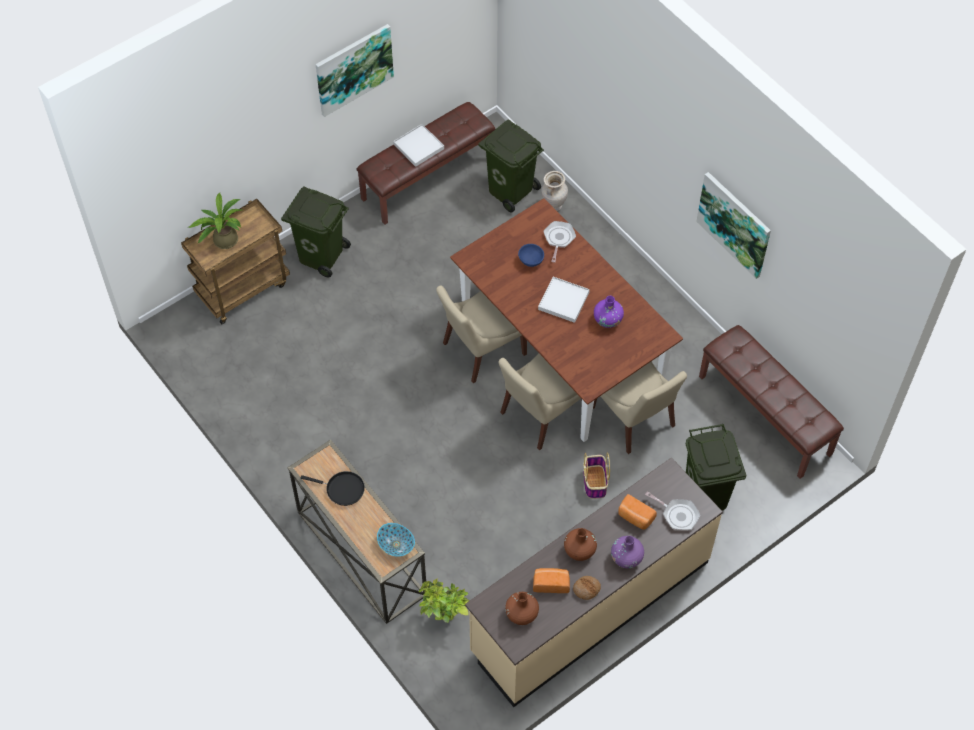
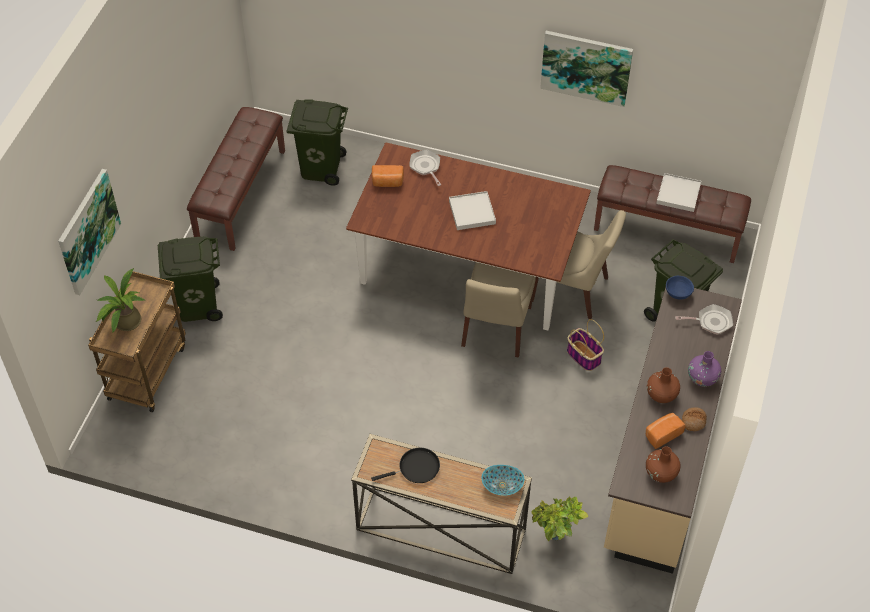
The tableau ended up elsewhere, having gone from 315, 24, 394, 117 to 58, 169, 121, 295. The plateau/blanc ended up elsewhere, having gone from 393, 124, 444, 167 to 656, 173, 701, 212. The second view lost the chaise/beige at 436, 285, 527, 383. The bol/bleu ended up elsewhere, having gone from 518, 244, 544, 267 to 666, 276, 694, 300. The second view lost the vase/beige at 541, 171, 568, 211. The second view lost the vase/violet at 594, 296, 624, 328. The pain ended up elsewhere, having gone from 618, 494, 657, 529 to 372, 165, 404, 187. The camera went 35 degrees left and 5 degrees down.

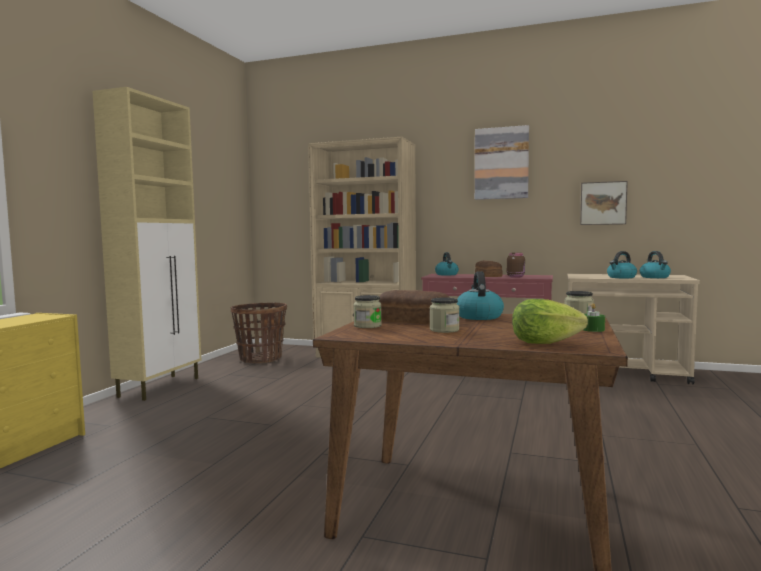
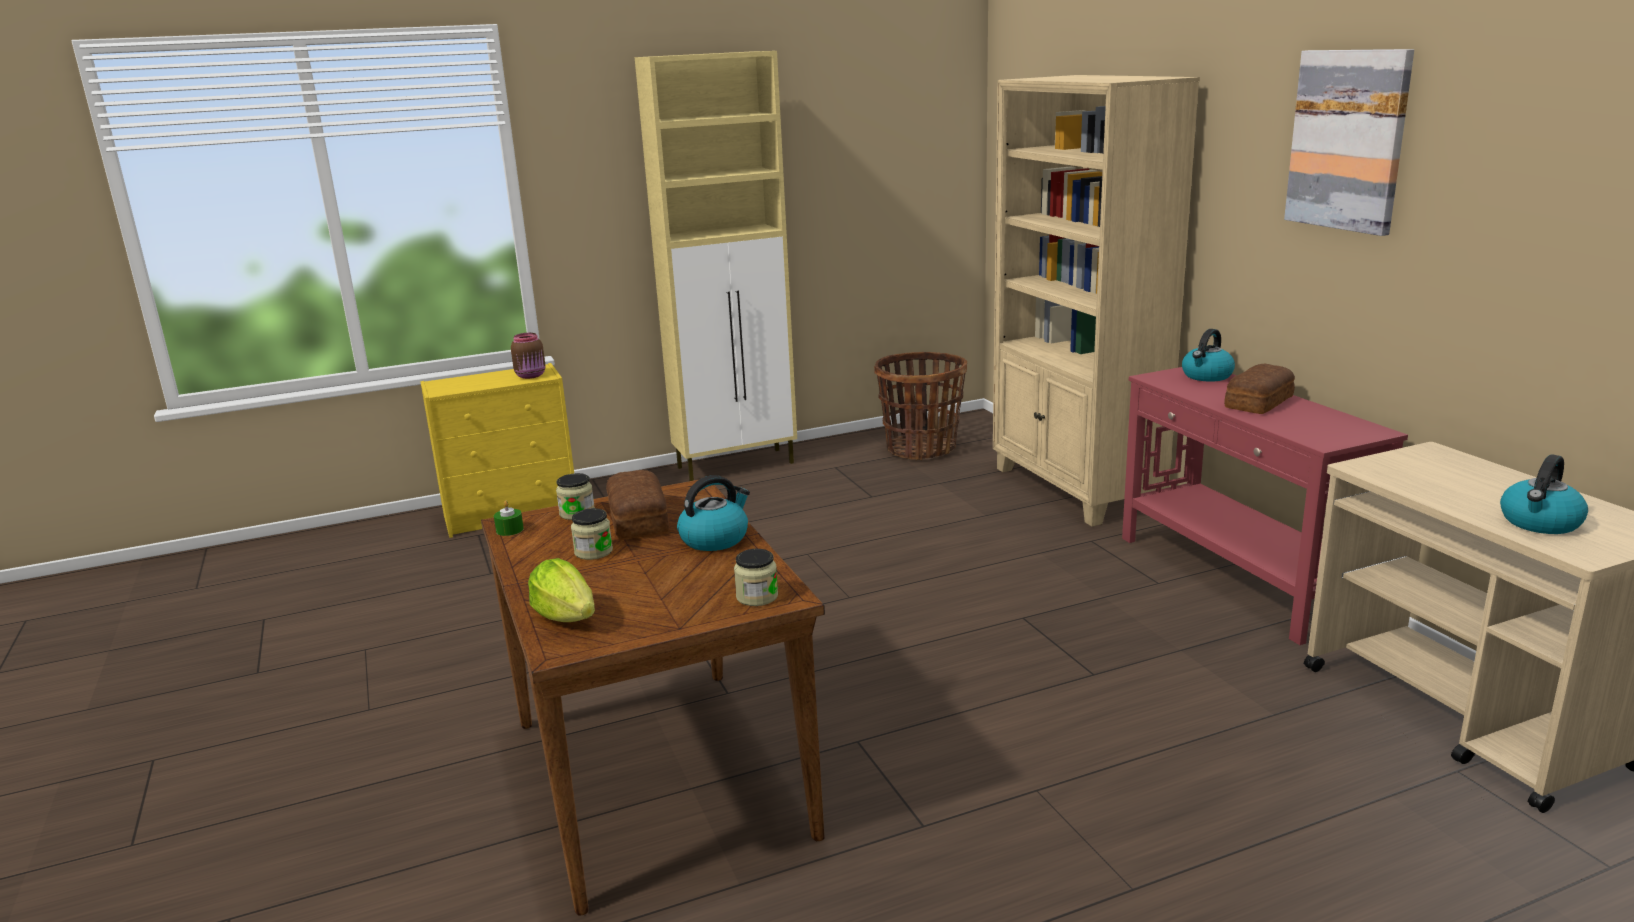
The bocal/marron ended up elsewhere, having gone from 507, 253, 525, 278 to 511, 333, 545, 379. The second view lost the tableau at 580, 181, 628, 225. The bougie/vert ended up elsewhere, having gone from 584, 303, 605, 332 to 494, 500, 524, 536. The second view lost the bouilloire at 607, 251, 637, 278. The camera went 50 degrees right and 15 degrees up.

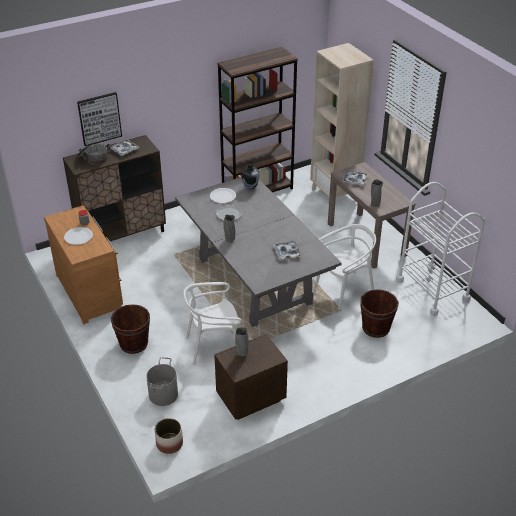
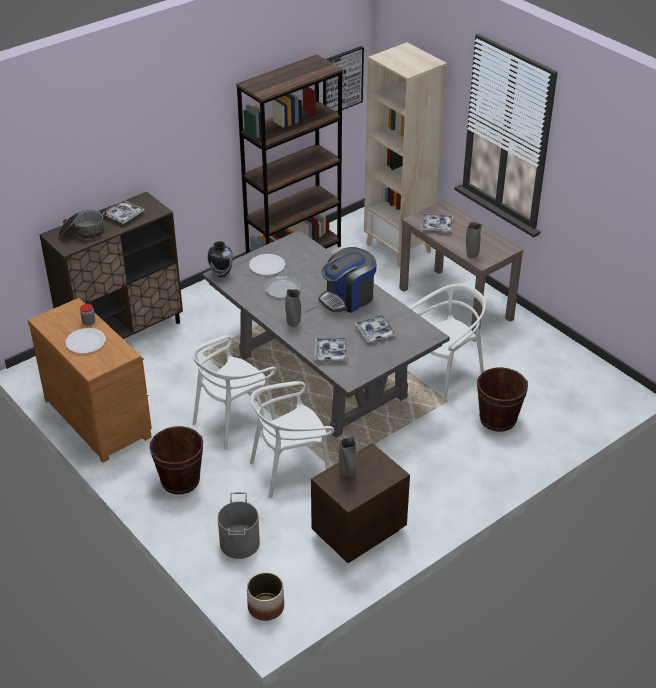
The tableau ended up elsewhere, having gone from 77, 92, 122, 146 to 323, 46, 364, 112. The vase ended up elsewhere, having gone from 242, 164, 259, 190 to 208, 241, 233, 277. The second view lost the chariot/blanc at 396, 182, 485, 316. The second view gained the chaise/blanc at 192, 335, 277, 450. The second view gained the plateau at 314, 338, 348, 362. The second view gained the machine à café at 318, 247, 377, 313. The camera went 10 degrees left and 0 degrees up.

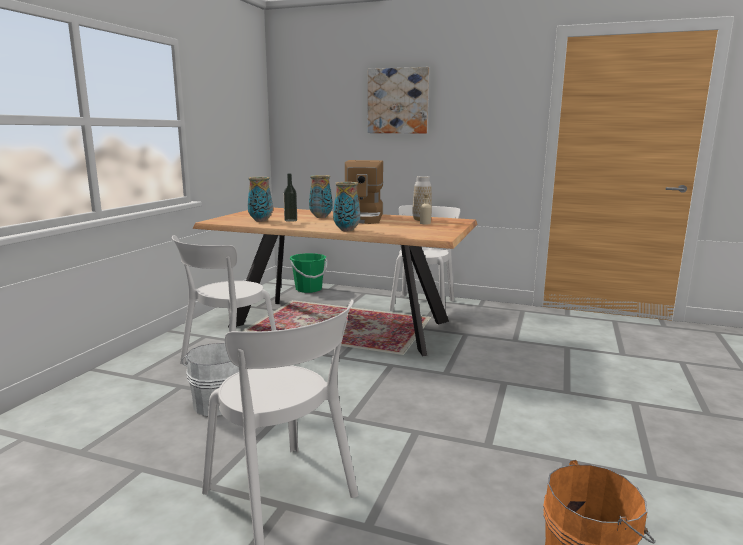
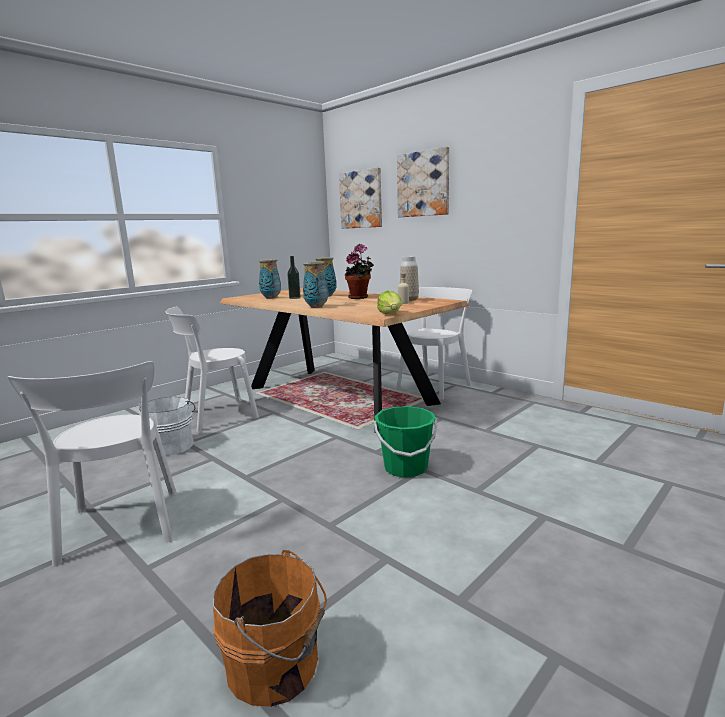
The seau/vert ended up elsewhere, having gone from 290, 253, 327, 293 to 374, 406, 438, 478. Where the machine à café stood at 345, 160, 383, 224, the plante en pot came to stand at 345, 244, 374, 299. The second view gained the tableau at 339, 168, 382, 229. The second view gained the laitue at 377, 291, 402, 314. The camera went 25 degrees right and 0 degrees up.

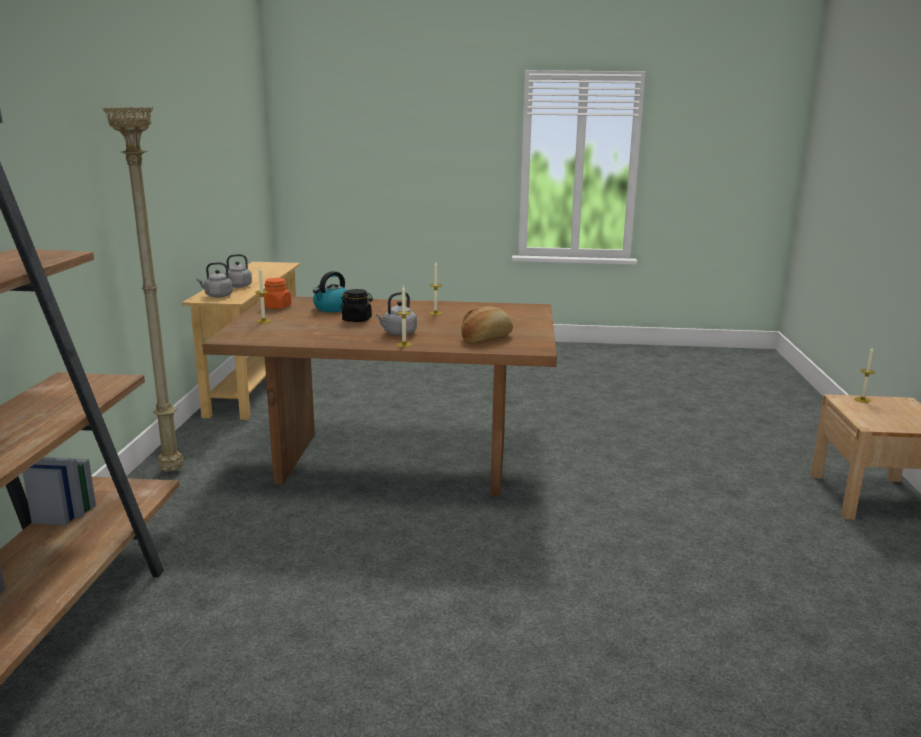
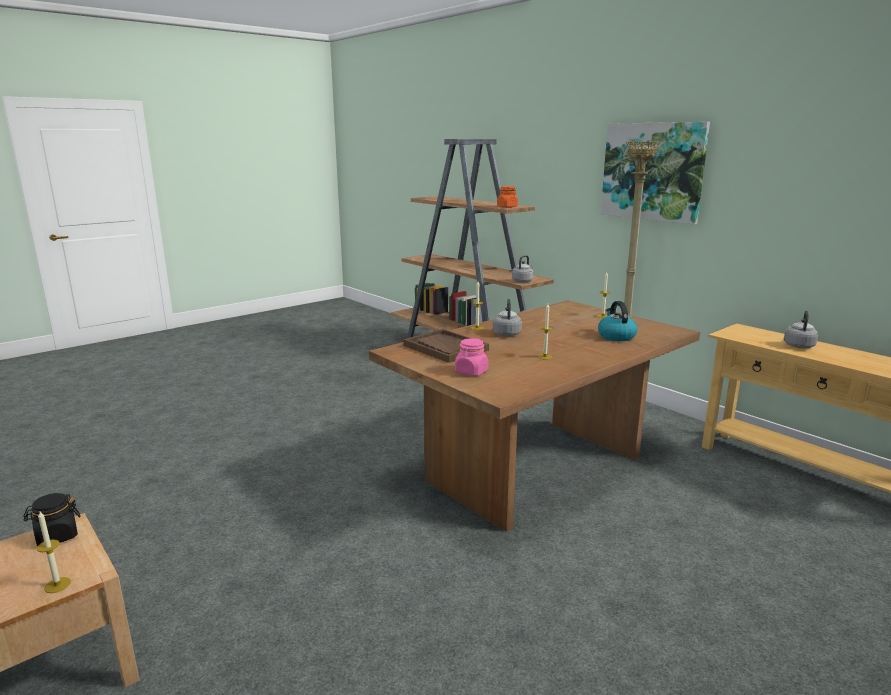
The bouilloire/gris ended up elsewhere, having gone from 196, 262, 233, 298 to 512, 255, 534, 283. The bocal/orange ended up elsewhere, having gone from 264, 278, 291, 309 to 497, 186, 518, 208. The bocal/noir ended up elsewhere, having gone from 341, 289, 373, 322 to 23, 493, 80, 546. Where the pain stood at 461, 306, 513, 343, the plateau/marron came to stand at 403, 329, 489, 363. The second view gained the bocal/rose at 455, 338, 488, 376. The second view gained the tableau at 601, 122, 710, 224. The camera went 135 degrees right and 0 degrees up.

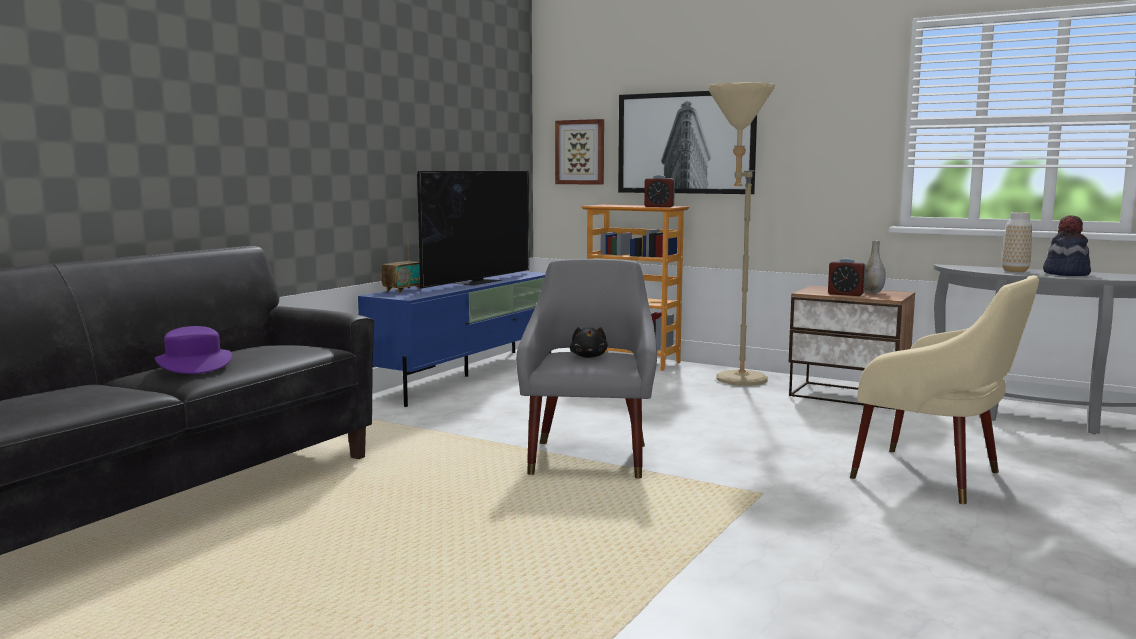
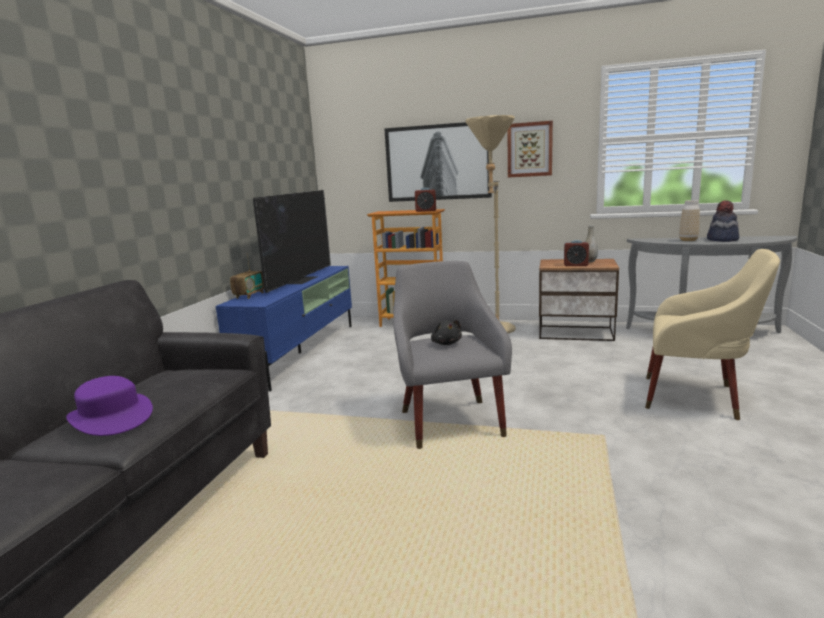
The tableau ended up elsewhere, having gone from 555, 119, 604, 185 to 508, 121, 553, 178. The camera went 15 degrees left and 5 degrees up.

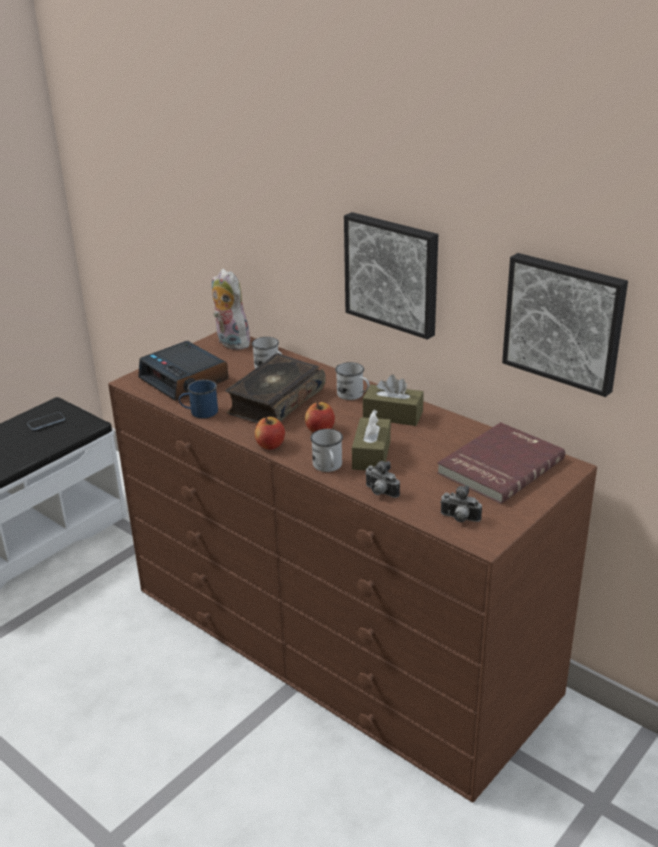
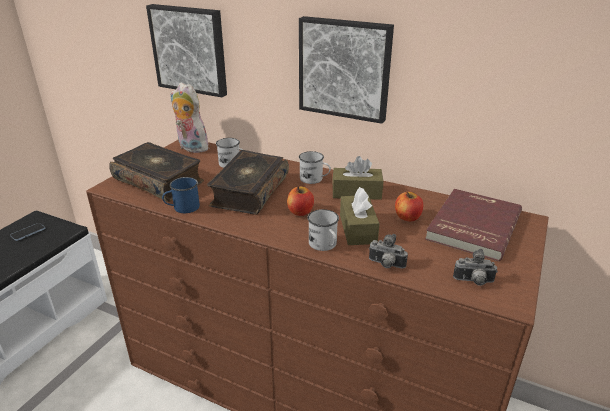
Where the réveil stood at 138, 341, 228, 401, the livre came to stand at 109, 142, 204, 202. The pomme ended up elsewhere, having gone from 255, 417, 285, 450 to 395, 192, 423, 221. The tableau ended up elsewhere, having gone from 502, 253, 628, 397 to 146, 4, 227, 97. The camera went 15 degrees left and 0 degrees up.

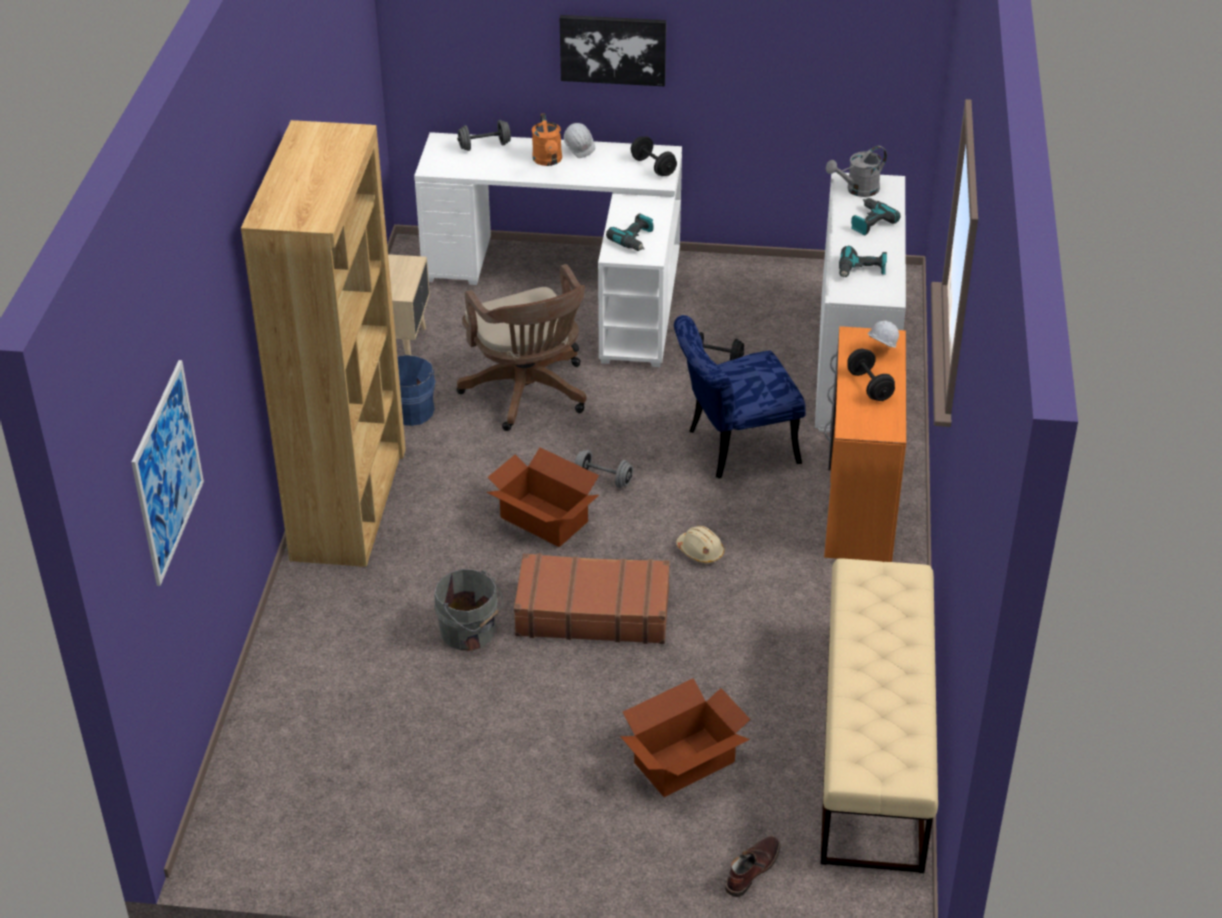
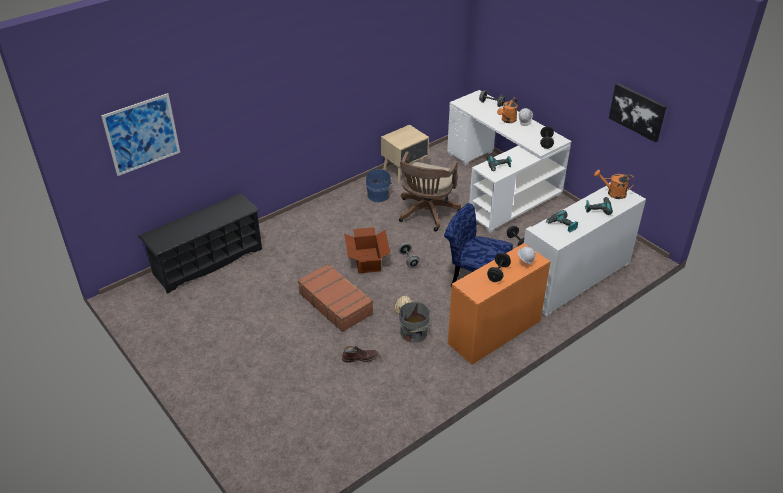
The second view lost the bibliothèque/marron at 241, 120, 406, 567. The seau/gris ended up elsewhere, having gone from 434, 569, 503, 651 to 398, 302, 432, 343. The tableau ended up elsewhere, having gone from 560, 15, 666, 86 to 609, 83, 667, 142. The second view lost the carton at 620, 678, 750, 797. The botte/marron ended up elsewhere, having gone from 725, 836, 780, 897 to 342, 346, 379, 363. The second view lost the banc/beige at 820, 558, 938, 873. What was the arrosoir/gris at 826, 146, 887, 197 turned into the arrosoir/orange at 594, 170, 635, 199. The second view gained the étagère à chaussures/noir at 138, 193, 262, 294. The camera went 45 degrees right and 0 degrees up.

